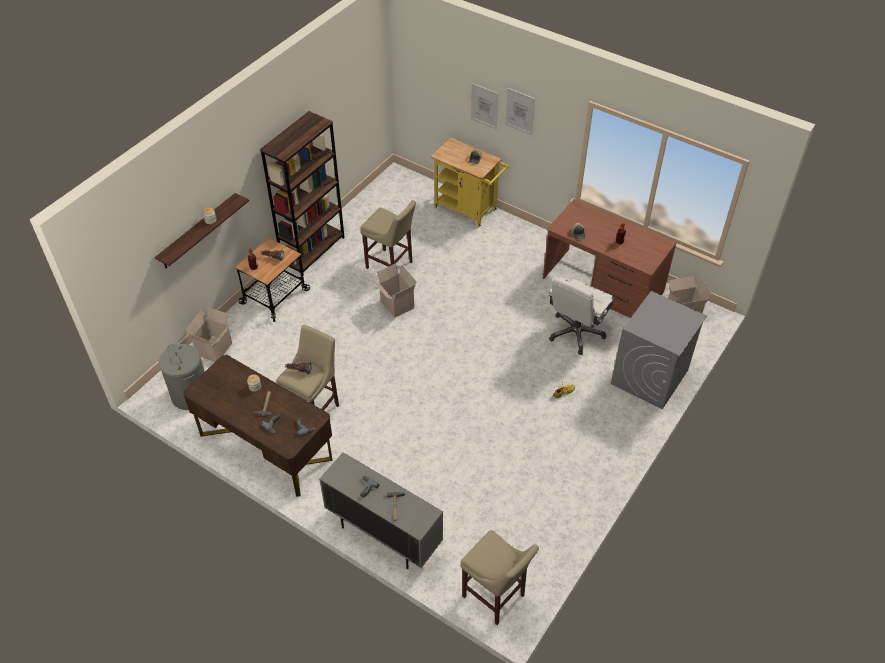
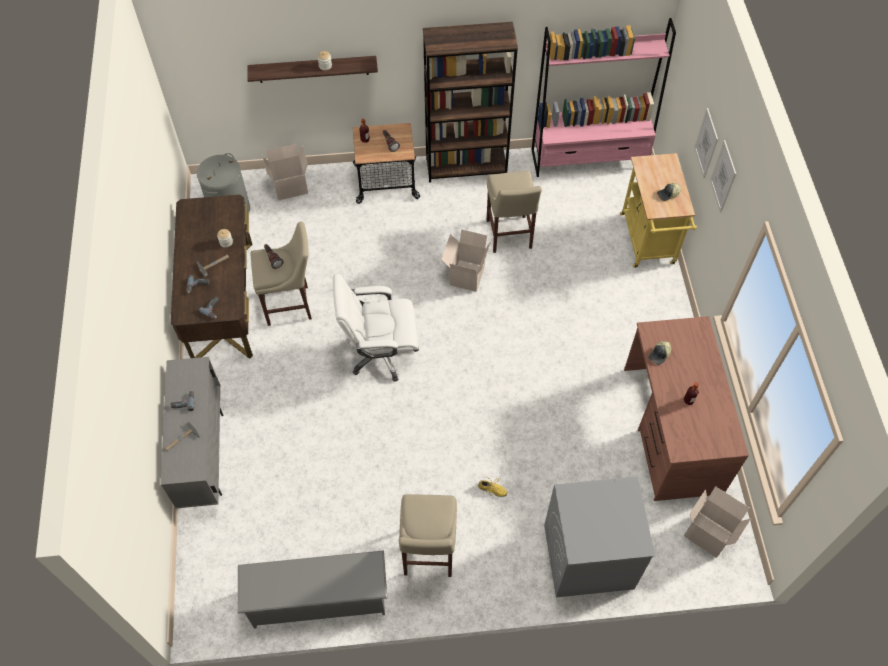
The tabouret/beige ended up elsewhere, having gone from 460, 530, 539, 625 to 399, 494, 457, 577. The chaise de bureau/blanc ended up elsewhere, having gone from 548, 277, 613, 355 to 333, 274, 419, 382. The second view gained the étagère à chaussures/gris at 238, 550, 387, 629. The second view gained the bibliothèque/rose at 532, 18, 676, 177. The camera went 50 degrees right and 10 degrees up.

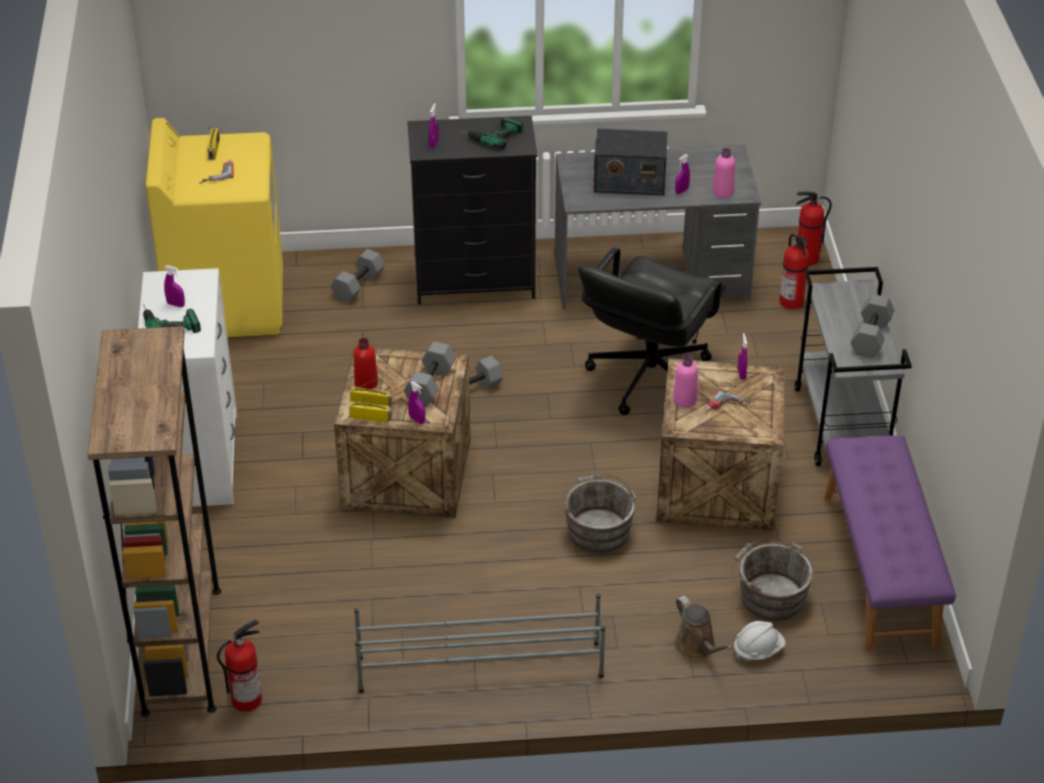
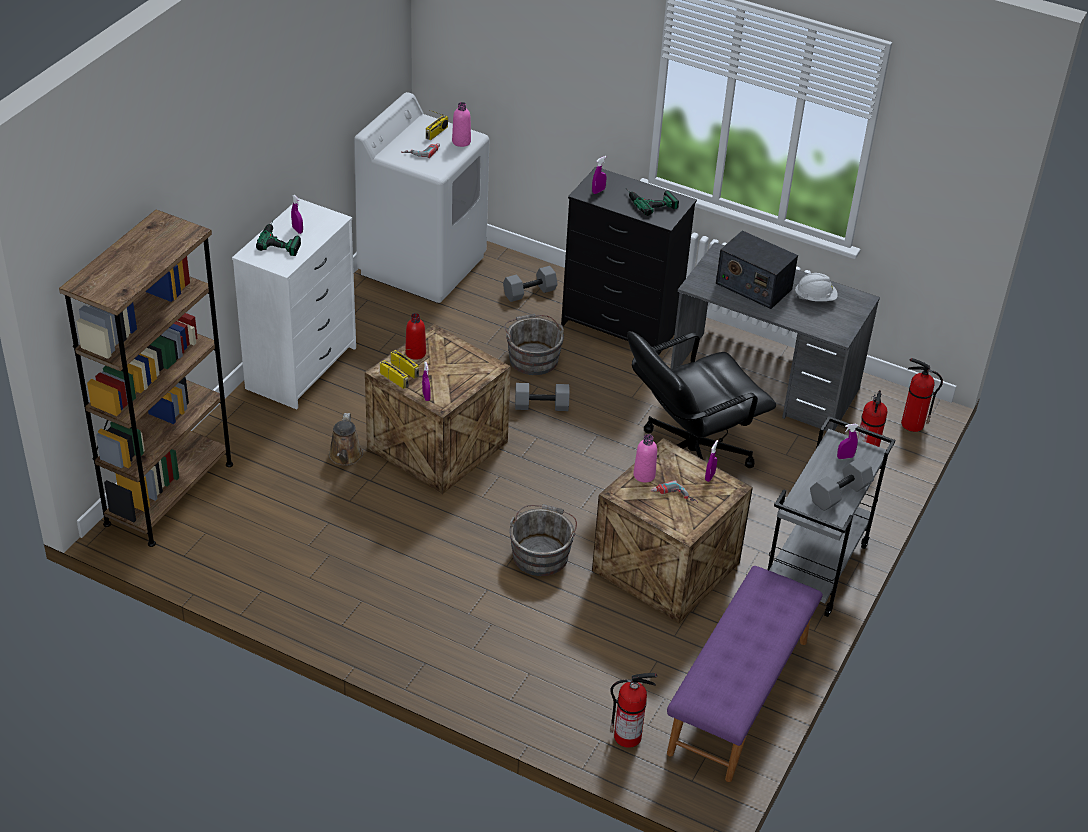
What was the lave-linge/jaune at 146, 118, 283, 337 turned into the lave-linge/blanc at 354, 92, 489, 303. The extincteur ended up elsewhere, having gone from 217, 620, 262, 712 to 610, 673, 657, 748. The second view lost the étagère à chaussures/gris at 354, 594, 605, 693. The second view lost the haltère/gris at 404, 341, 456, 407. The arrosoir/marron ended up elsewhere, having gone from 674, 596, 733, 660 to 329, 413, 363, 466. The vaporisateur/violet ended up elsewhere, having gone from 675, 154, 690, 194 to 837, 424, 858, 459. The bouteille/rose ended up elsewhere, having gone from 712, 148, 735, 198 to 452, 102, 471, 147. The seau/gris ended up elsewhere, having gone from 731, 538, 813, 621 to 504, 314, 564, 375. The casque de chantier/blanc ended up elsewhere, having gone from 734, 621, 786, 661 to 794, 273, 838, 301. The camera went 30 degrees right and 0 degrees up.

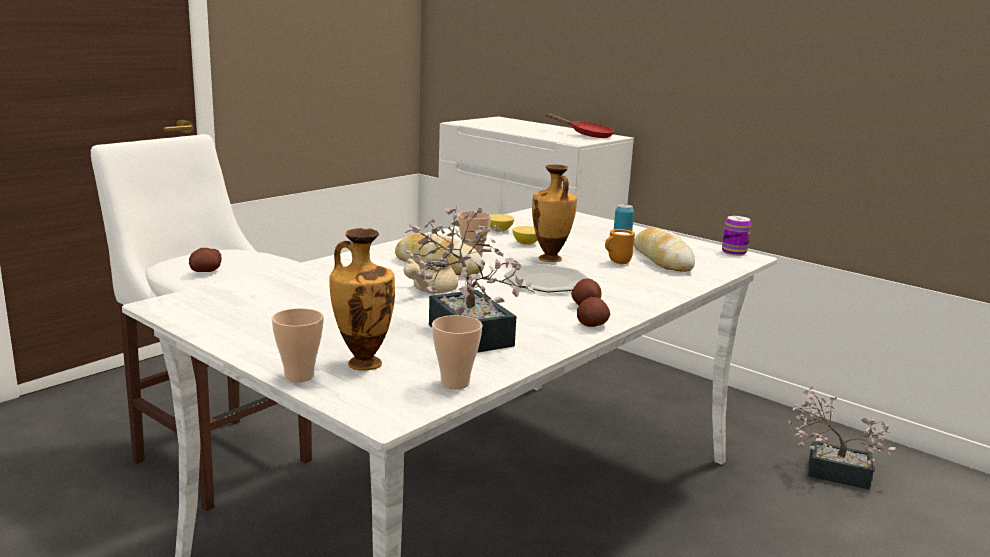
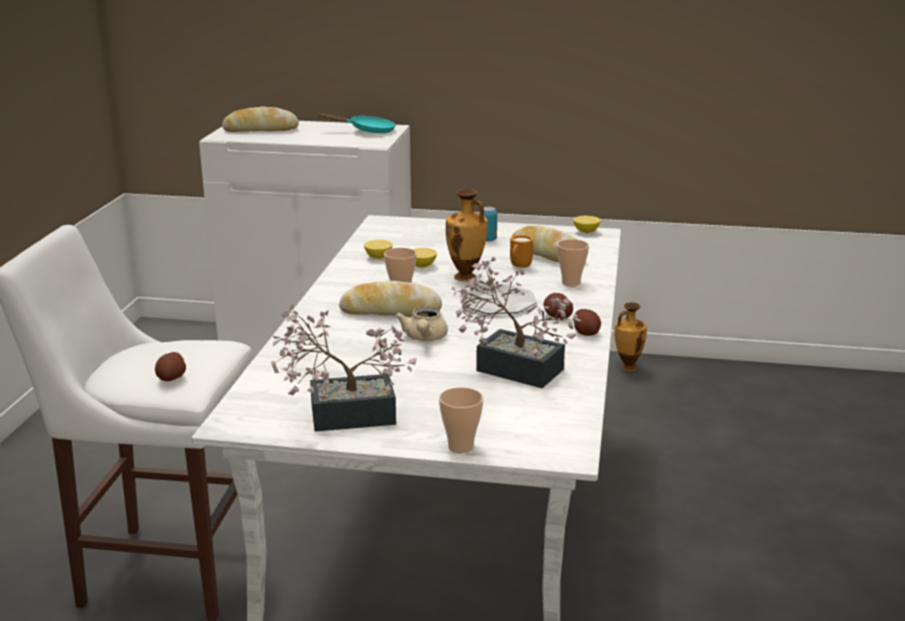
The vase ended up elsewhere, having gone from 329, 228, 395, 371 to 614, 302, 647, 371. The tasse ended up elsewhere, having gone from 432, 315, 482, 389 to 557, 239, 589, 286. What was the poêle/rouge at 545, 113, 614, 138 turned into the poêle/turquoise at 317, 113, 396, 133. Where the boîte métallique stood at 722, 216, 751, 256, the citron came to stand at 573, 216, 600, 233. The plante en pot ended up elsewhere, having gone from 788, 387, 896, 490 to 271, 304, 417, 432. The second view gained the pain at 222, 107, 299, 132. The camera went 30 degrees left and 5 degrees up.

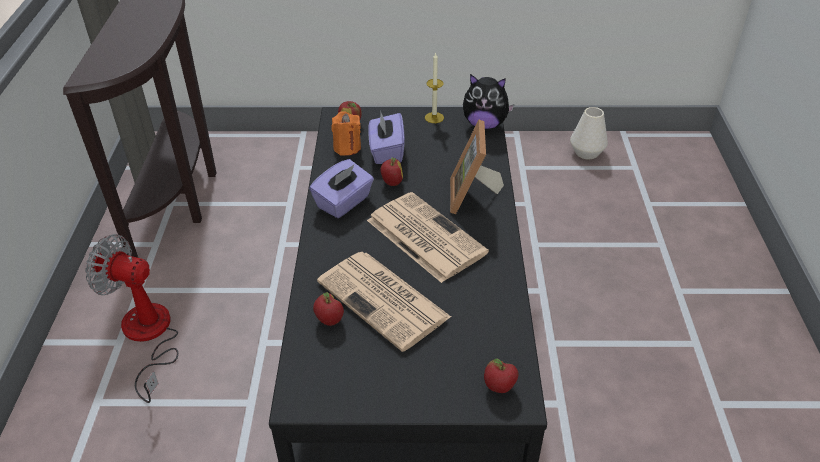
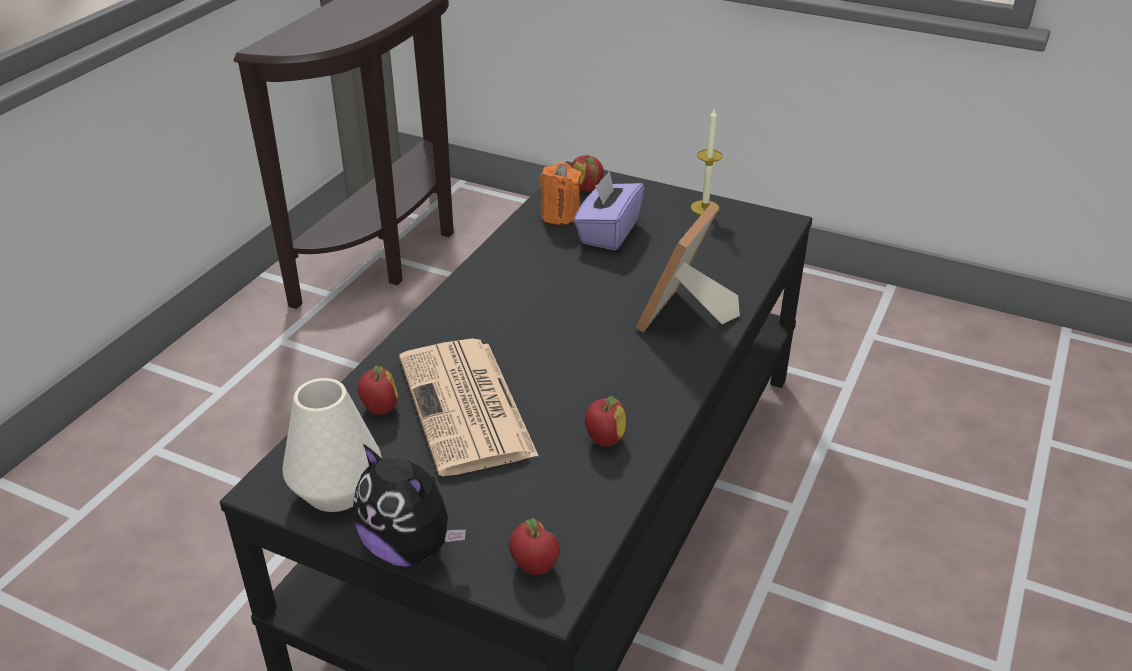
The second view lost the ventilateur at 85, 234, 178, 403. The second view lost the boîte à mouchoirs/violet at 309, 159, 374, 218. The second view lost the journal at 367, 192, 489, 283. The pomme ended up elsewhere, having gone from 380, 157, 403, 186 to 585, 396, 626, 447. The peluche ended up elsewhere, having gone from 463, 74, 515, 129 to 353, 444, 466, 567. The vase/blanc ended up elsewhere, having gone from 570, 107, 608, 159 to 283, 378, 382, 512. The camera went 25 degrees right and 5 degrees down.

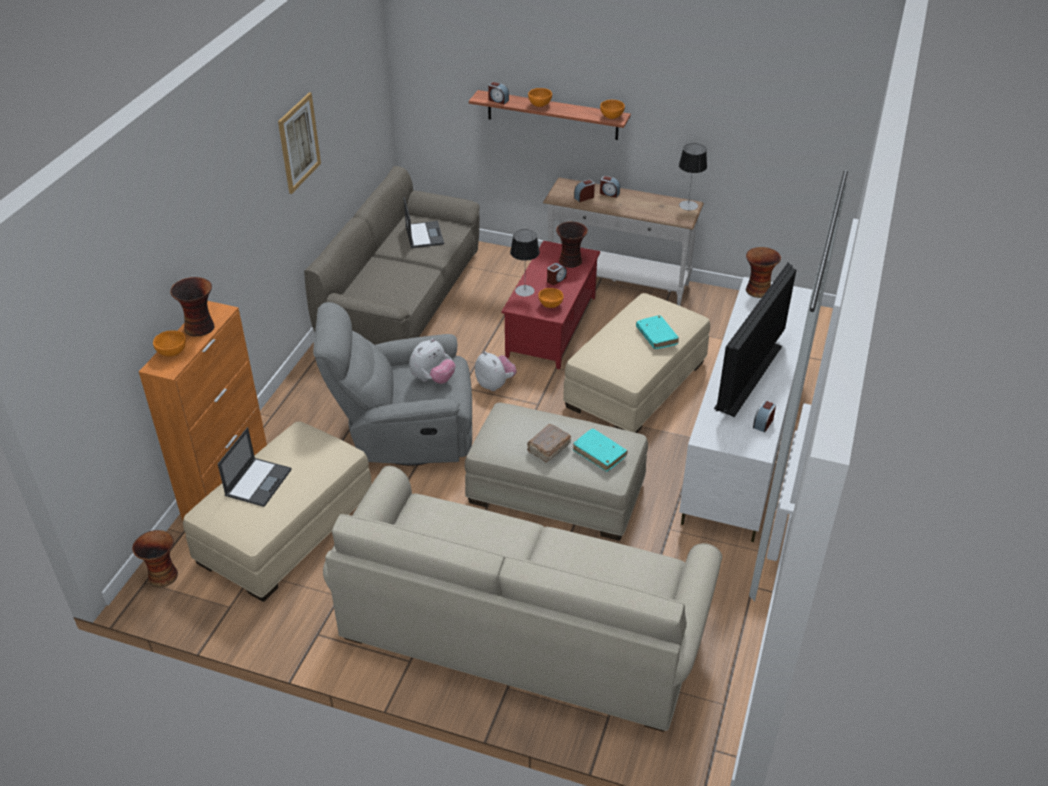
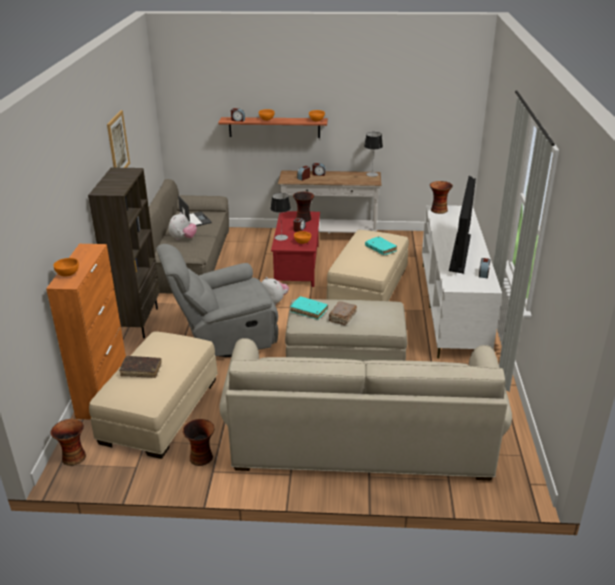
The vase ended up elsewhere, having gone from 170, 277, 214, 336 to 183, 419, 214, 466. Where the ordinateur portable stood at 218, 427, 292, 507, the livre/marron came to stand at 119, 356, 162, 378. The peluche ended up elsewhere, having gone from 409, 338, 456, 384 to 169, 212, 197, 240. The livre/turquoise ended up elsewhere, having gone from 573, 429, 627, 472 to 290, 296, 328, 320. The second view gained the bibliothèque/marron at 88, 168, 160, 338. The camera went 15 degrees left and 10 degrees down.

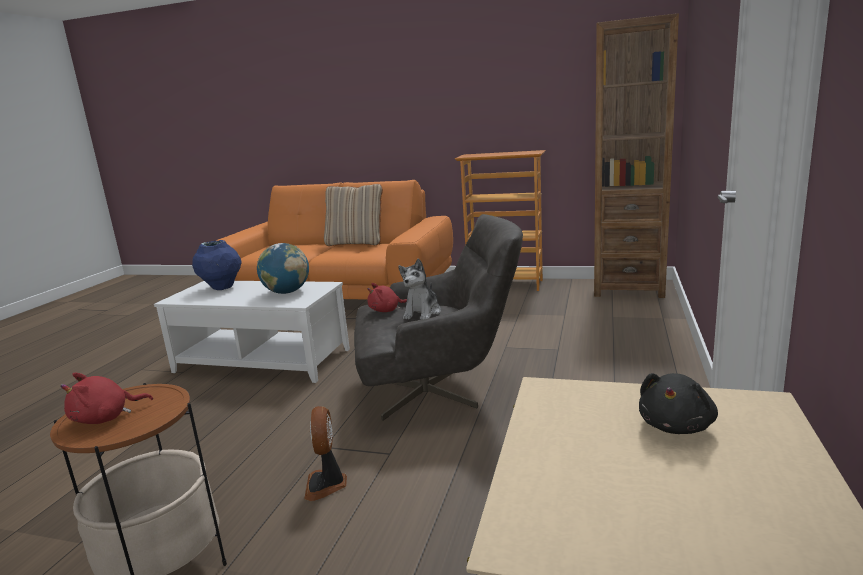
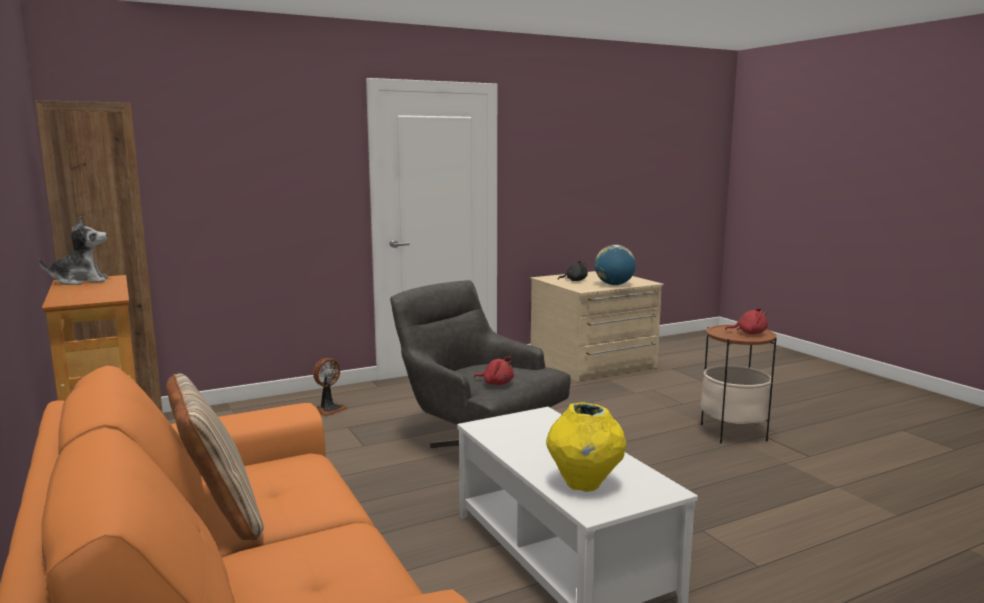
What was the vase/bleu at 192, 240, 242, 290 turned into the vase/jaune at 546, 402, 626, 492. The globe ended up elsewhere, having gone from 257, 243, 309, 294 to 595, 245, 636, 285. The ventilateur ended up elsewhere, having gone from 304, 406, 347, 501 to 313, 358, 348, 416. The peluche ended up elsewhere, having gone from 398, 258, 441, 320 to 38, 216, 107, 285. The camera went 135 degrees left and 5 degrees down.

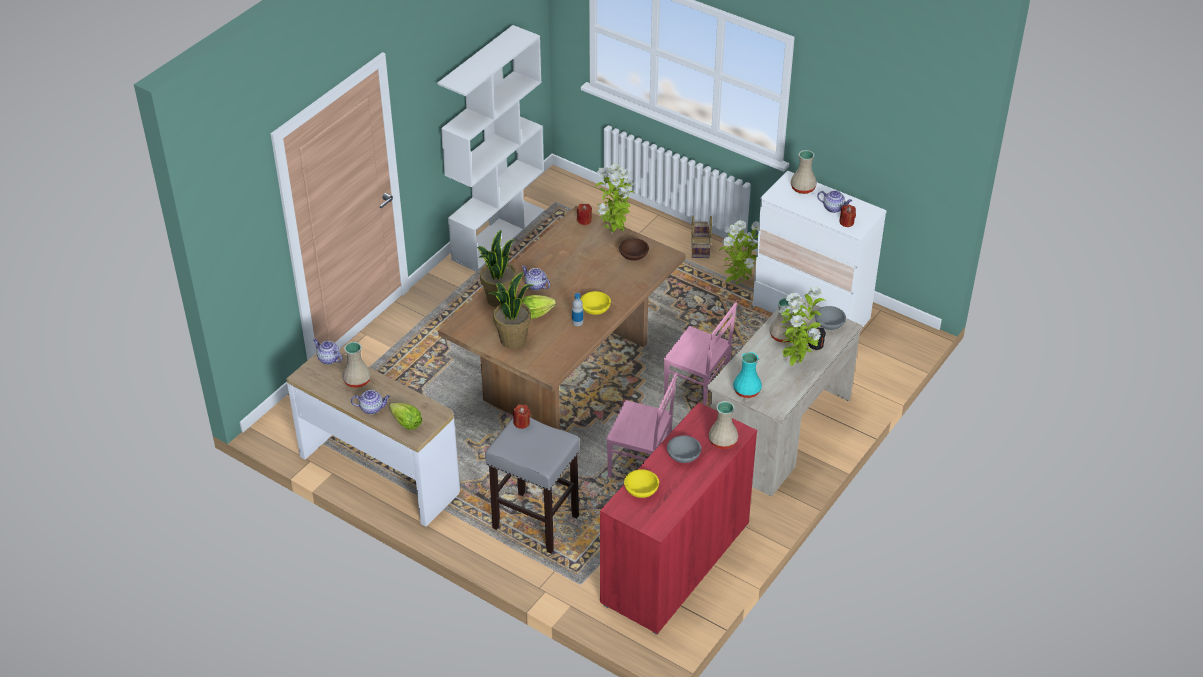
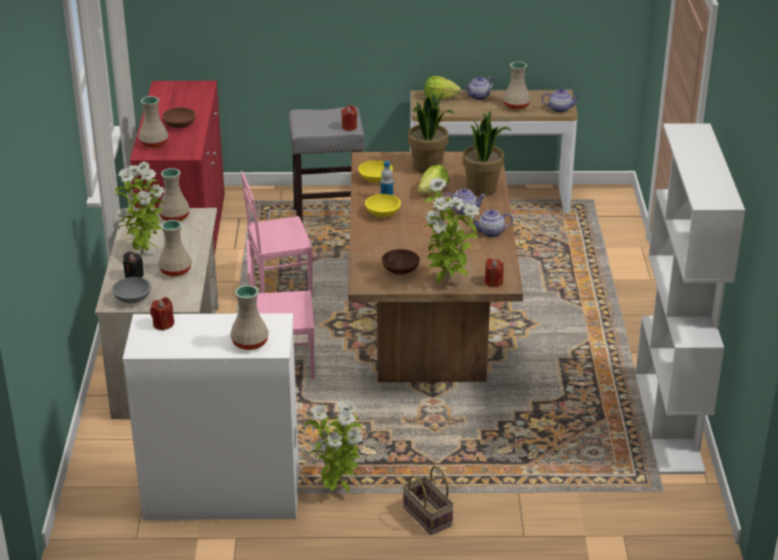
The bol/jaune ended up elsewhere, having gone from 624, 469, 659, 498 to 358, 160, 393, 182. What was the bol/gris at 667, 435, 701, 463 turned into the bol/marron at 162, 108, 196, 128. What was the vase/turquoise at 733, 352, 762, 398 turned into the vase/beige at 159, 168, 190, 221. The théière ended up elsewhere, having gone from 817, 190, 852, 213 to 472, 210, 513, 237. The camera went 145 degrees right and 10 degrees down.

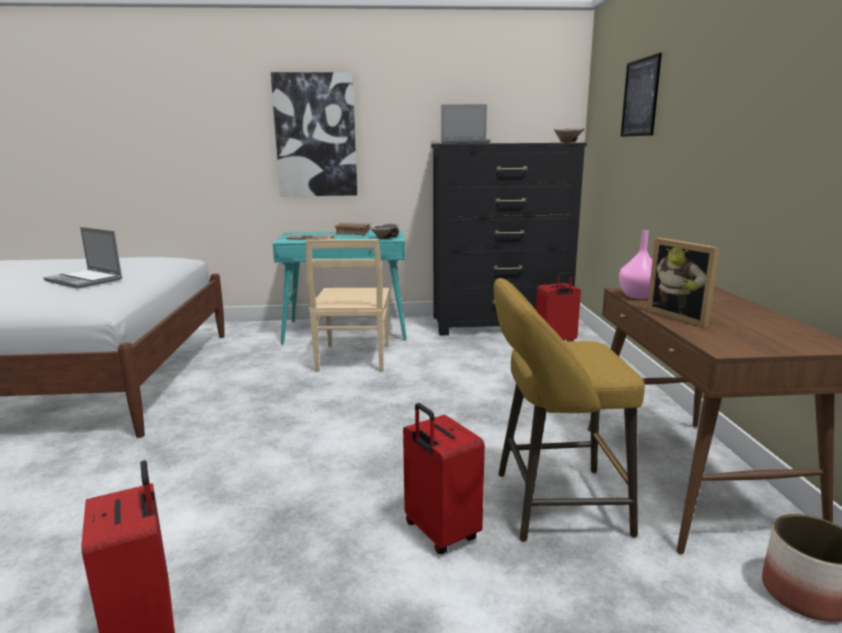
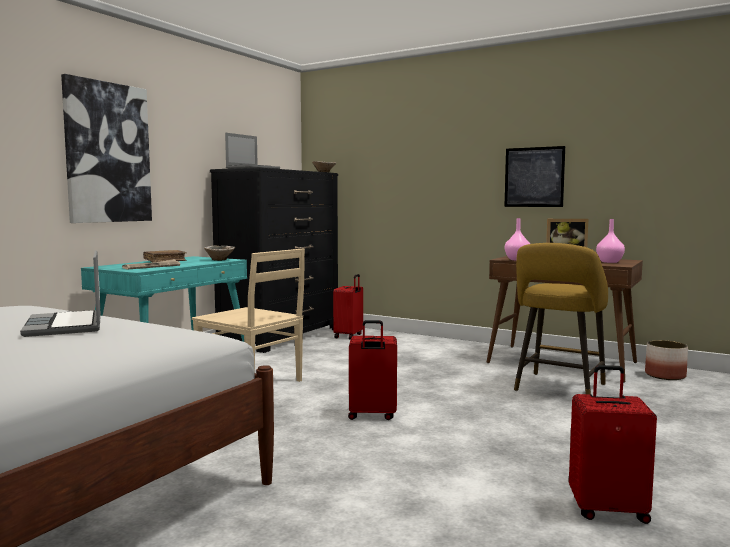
The ordinateur portable at 43, 227, 123, 288 ended up facing another way, 90 degrees clockwise from before. The valise/rouge ended up elsewhere, having gone from 403, 403, 485, 554 to 348, 320, 397, 420. The tableau ended up elsewhere, having gone from 620, 53, 662, 137 to 504, 146, 565, 207. The second view gained the vase/rose at 596, 219, 625, 263. The camera went 55 degrees left and 10 degrees down.

